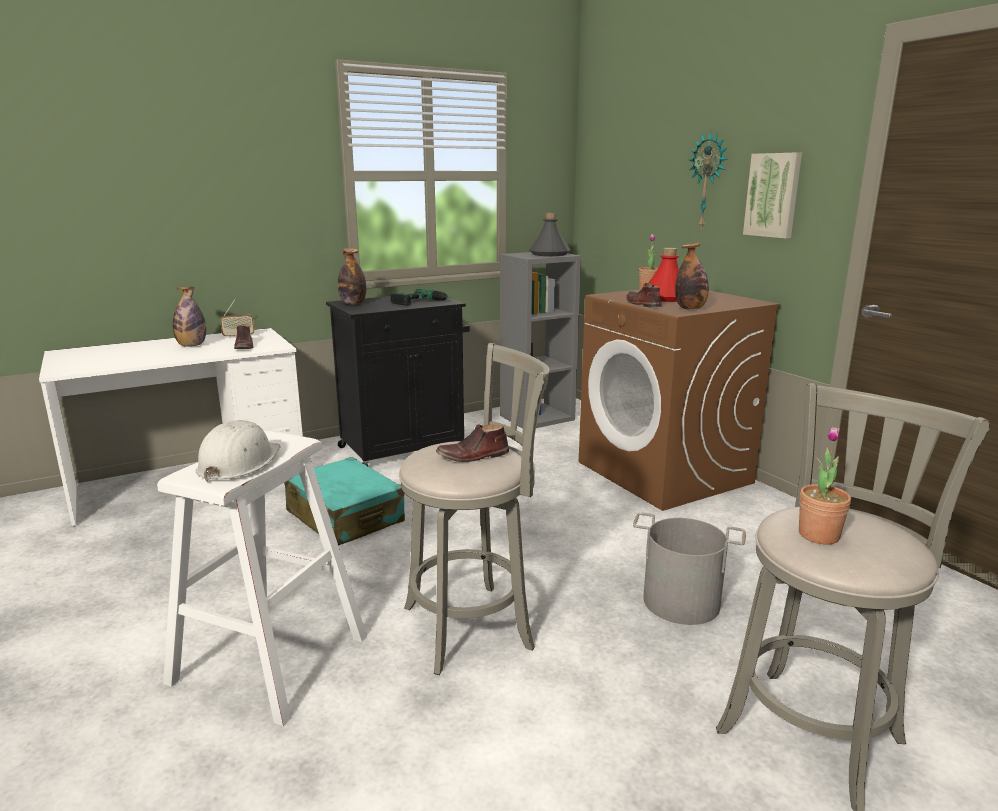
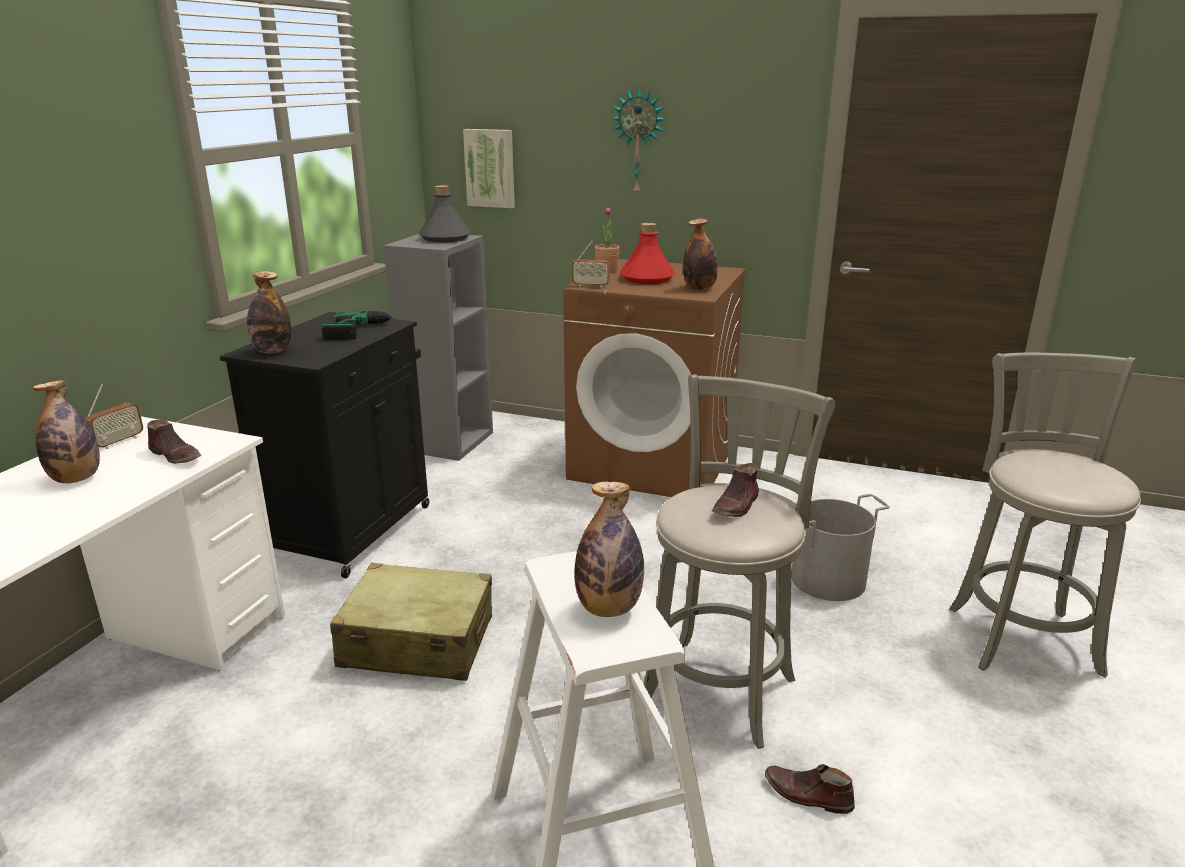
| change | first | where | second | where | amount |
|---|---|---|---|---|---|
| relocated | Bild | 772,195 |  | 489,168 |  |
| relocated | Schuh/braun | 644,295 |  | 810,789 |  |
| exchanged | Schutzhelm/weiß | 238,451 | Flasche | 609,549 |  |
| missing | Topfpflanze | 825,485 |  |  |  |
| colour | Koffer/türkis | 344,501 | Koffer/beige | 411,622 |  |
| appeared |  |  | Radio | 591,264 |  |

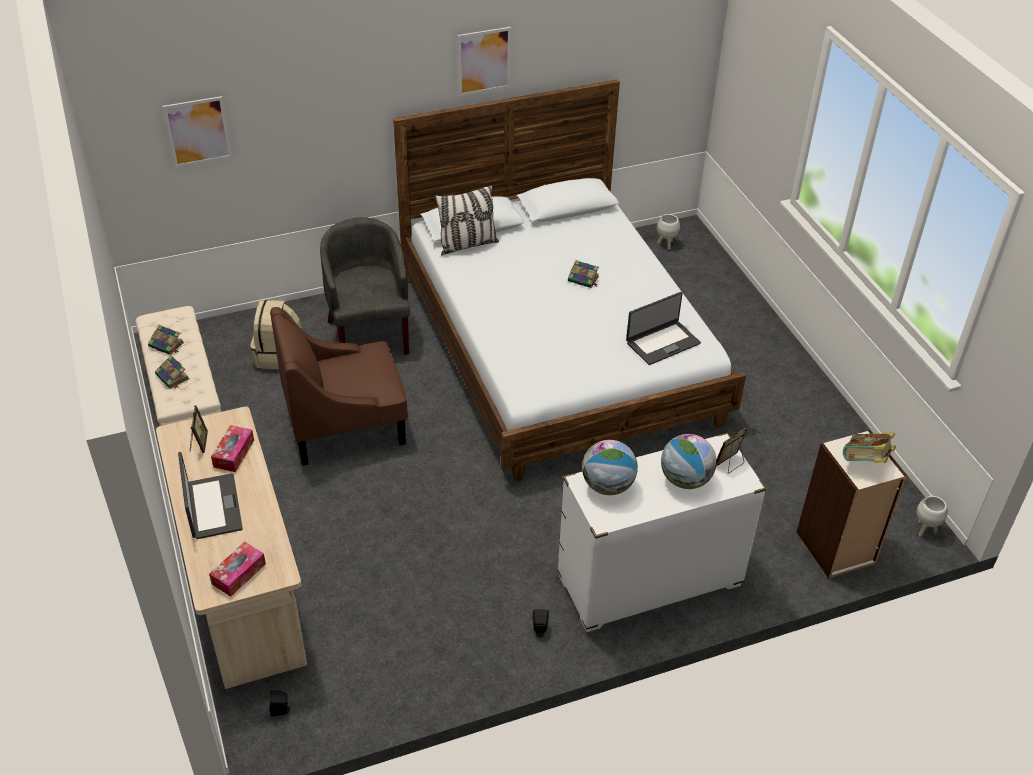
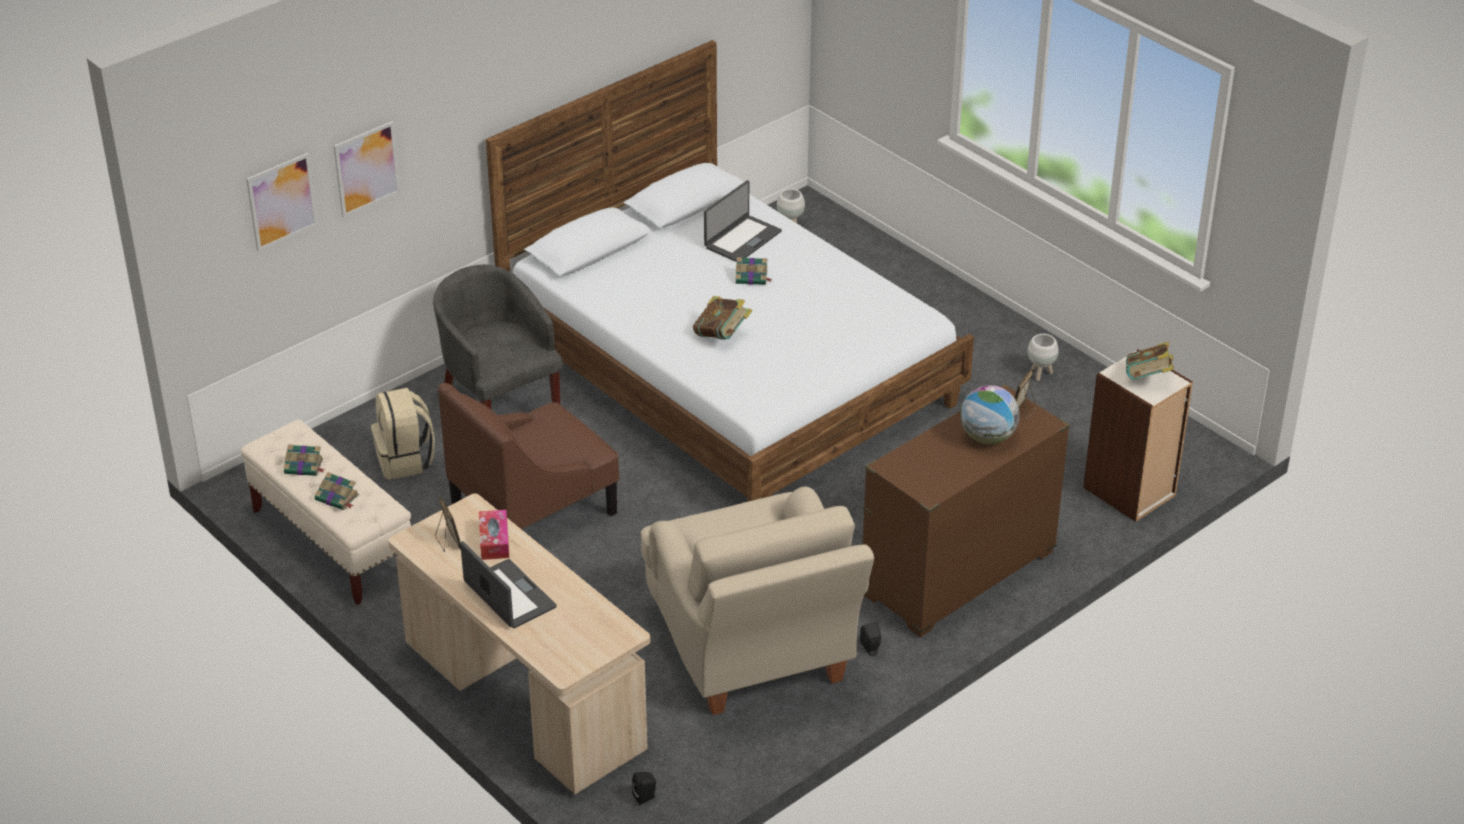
| change | first | where | second | where | amount |
|---|---|---|---|---|---|
| relocated | Bild | 484,61 |  | 367,169 |  |
| missing | Kissen | 467,220 |  |  |  |
| relocated | Laptop | 663,328 |  | 743,221 |  |
| colour | Kommode/weiß | 662,532 | Kommode/braun | 966,510 |  |
| missing | Globus | 610,467 |  |  |  |
| relocated | Pflanzkübel/weiß | 932,516 |  | 1043,357 |  |
| missing | Taschentuchbox | 237,569 |  |  |  |
| appeared |  |  | Buch | 722,318 |  |
| appeared |  |  | Sessel/beige | 757,600 |  |

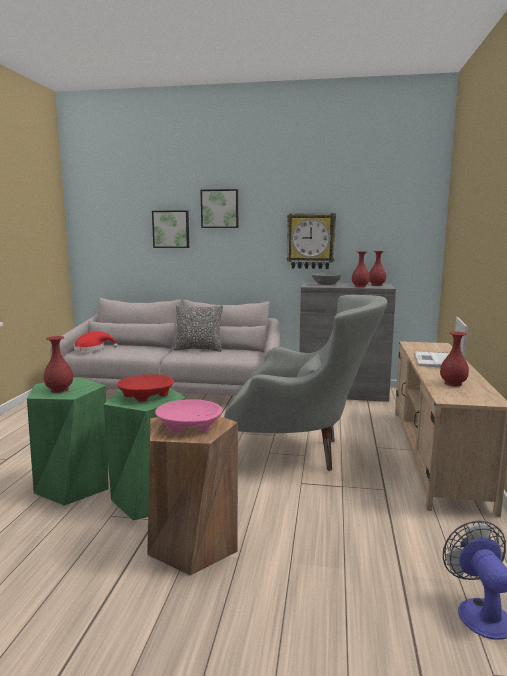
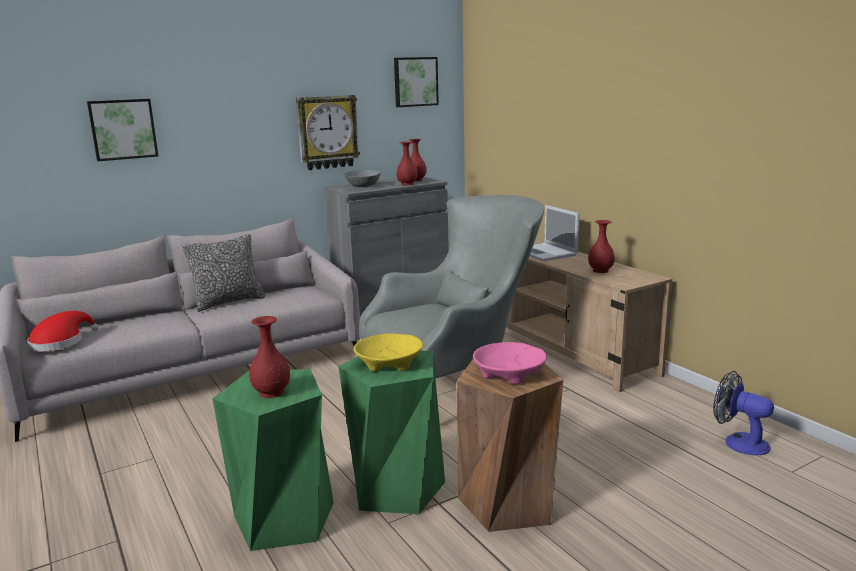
| change | first | where | second | where | amount |
|---|---|---|---|---|---|
| relocated | Bild | 219,208 |  | 416,82 |  |
| colour | Schüssel/rot | 145,388 | Schüssel/gelb | 388,352 |  |

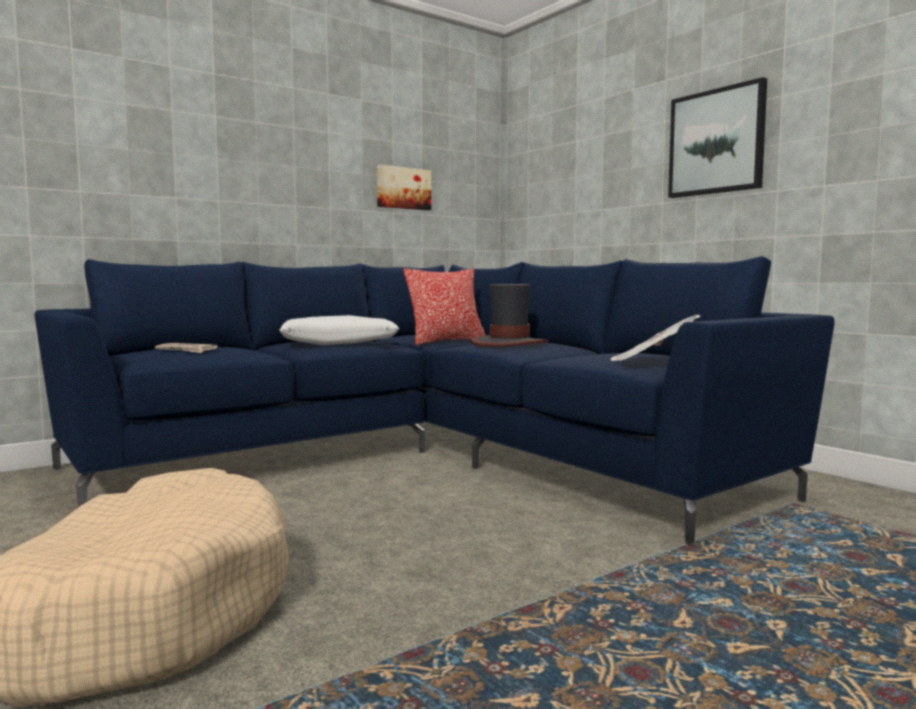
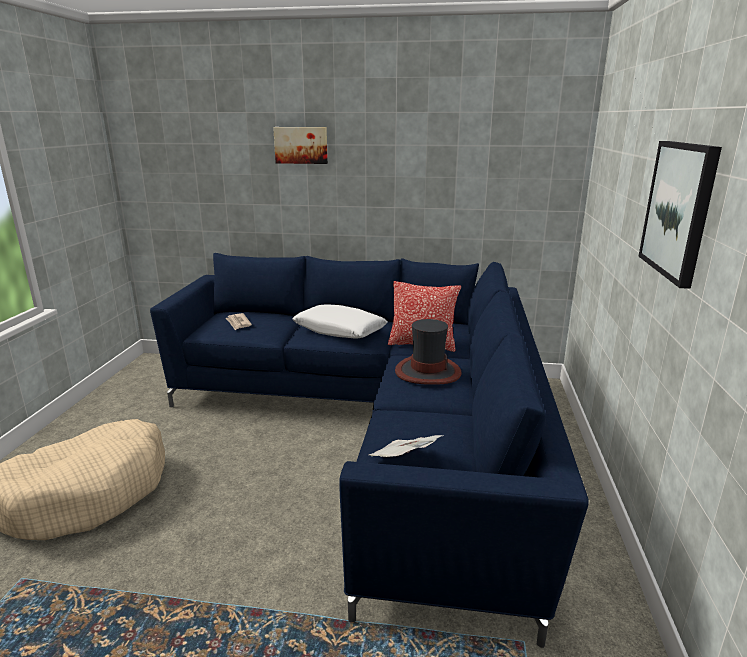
| change | first | where | second | where | amount |
|---|---|---|---|---|---|
| relocated | Bild | 404,187 |  | 300,145 |  |

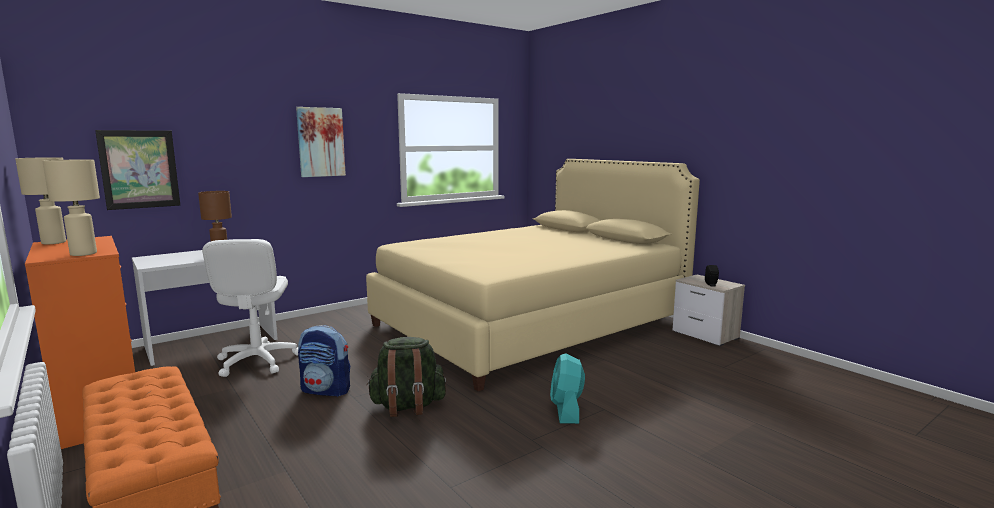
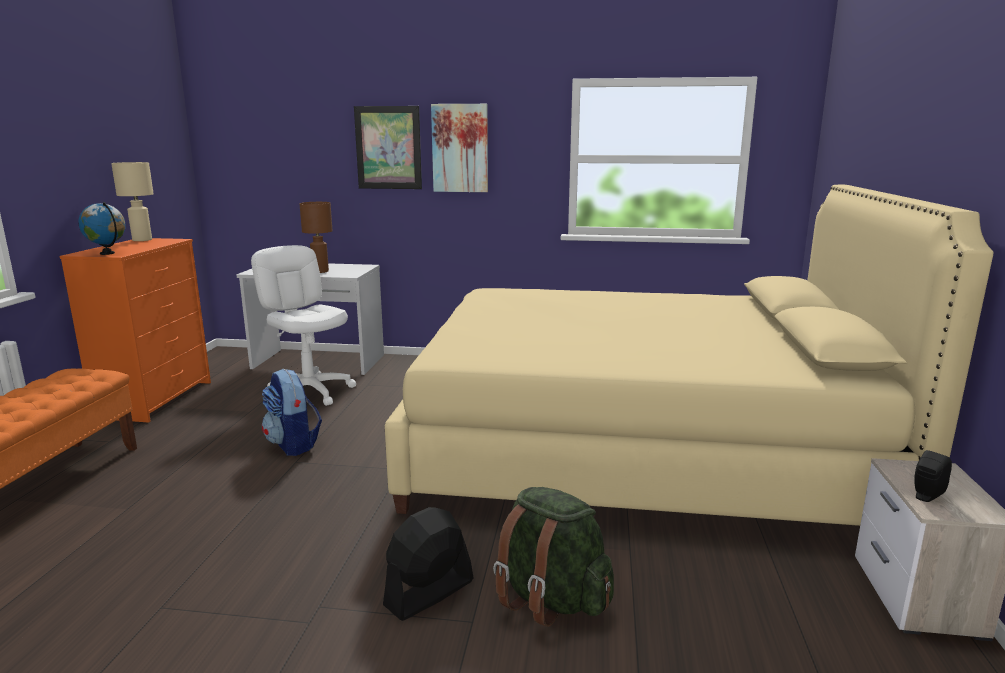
| change | first | where | second | where | amount |
|---|---|---|---|---|---|
| relocated | Bild | 137,170 |  | 388,147 |  |
| exchanged | Tischlampe/beige | 71,207 | Globus | 102,228 |  |
| spun | Bürostuhl/weiß | 250,308 |  | 303,325 | 105 degrees clockwise |
| relocated | Rucksack/grün | 406,377 |  | 553,557 |  |
| colour | Ventilator/türkis | 567,388 | Ventilator/schwarz | 428,564 |  |

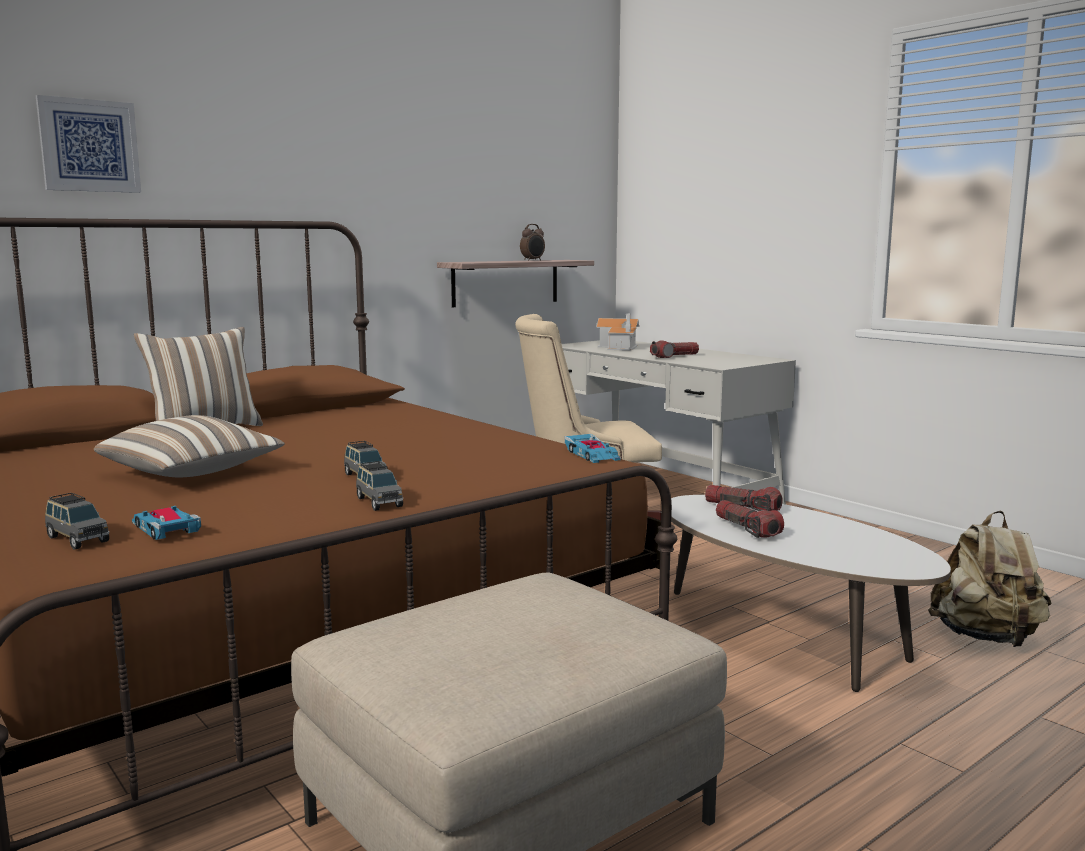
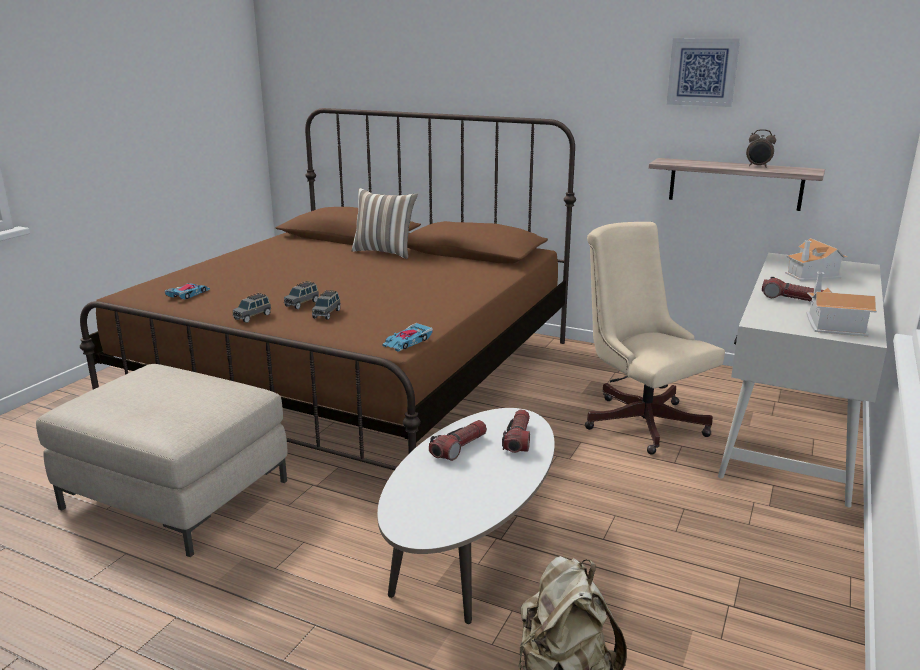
| change | first | where | second | where | amount |
|---|---|---|---|---|---|
| relocated | Bild | 88,144 |  | 703,72 |  |
| missing | Kissen | 189,446 |  |  |  |
| relocated | Spielzeugauto/grau | 77,521 |  | 326,305 |  |
| appeared |  |  | Spielzeughaus | 841,304 |  |

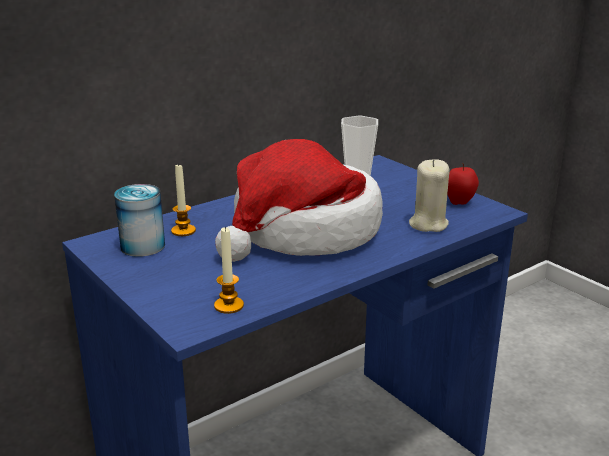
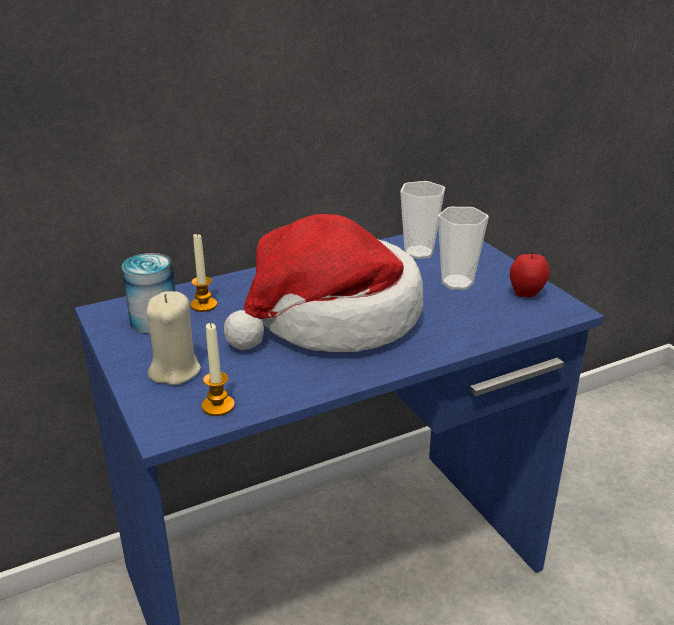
| change | first | where | second | where | amount |
|---|---|---|---|---|---|
| relocated | Kerze/beige | 429,195 |  | 173,338 |  |
| appeared |  |  | Tasse | 463,248 |  |

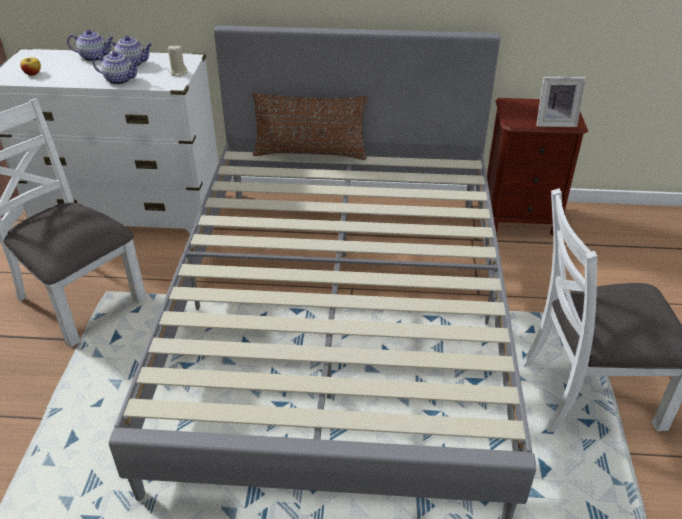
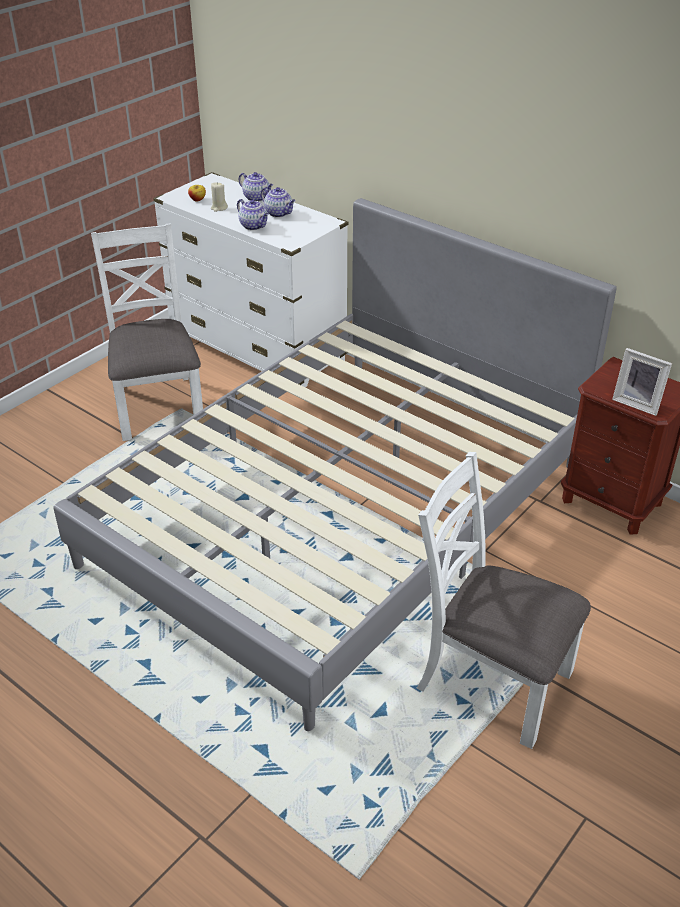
| change | first | where | second | where | amount |
|---|---|---|---|---|---|
| relocated | Kerze/beige | 177,60 |  | 219,197 |  |
| missing | Kissen/braun | 310,126 |  |  |  |

